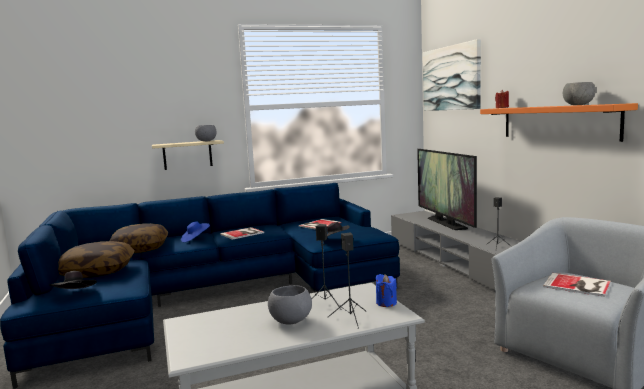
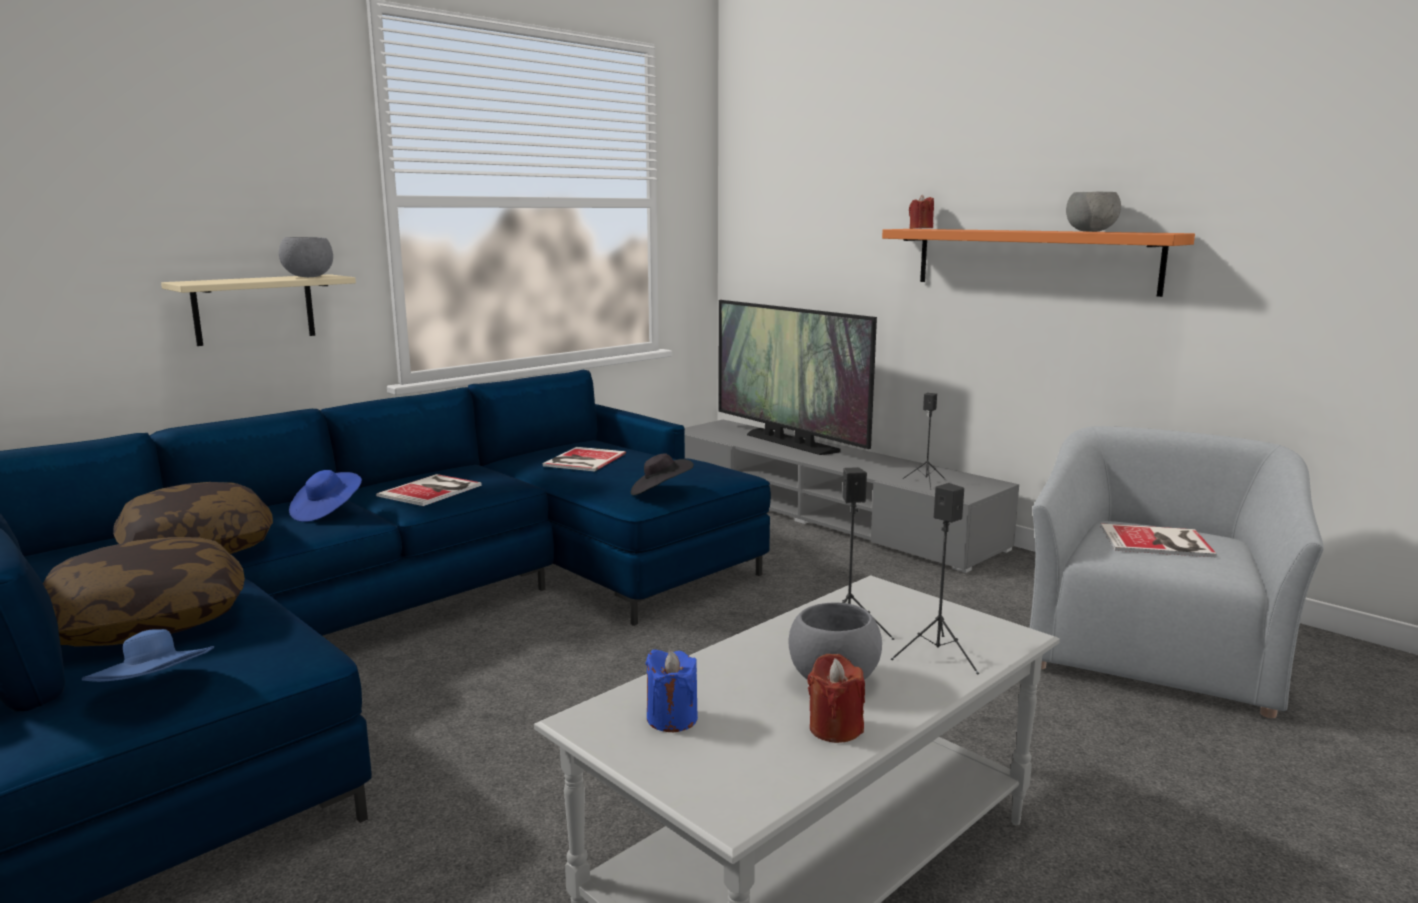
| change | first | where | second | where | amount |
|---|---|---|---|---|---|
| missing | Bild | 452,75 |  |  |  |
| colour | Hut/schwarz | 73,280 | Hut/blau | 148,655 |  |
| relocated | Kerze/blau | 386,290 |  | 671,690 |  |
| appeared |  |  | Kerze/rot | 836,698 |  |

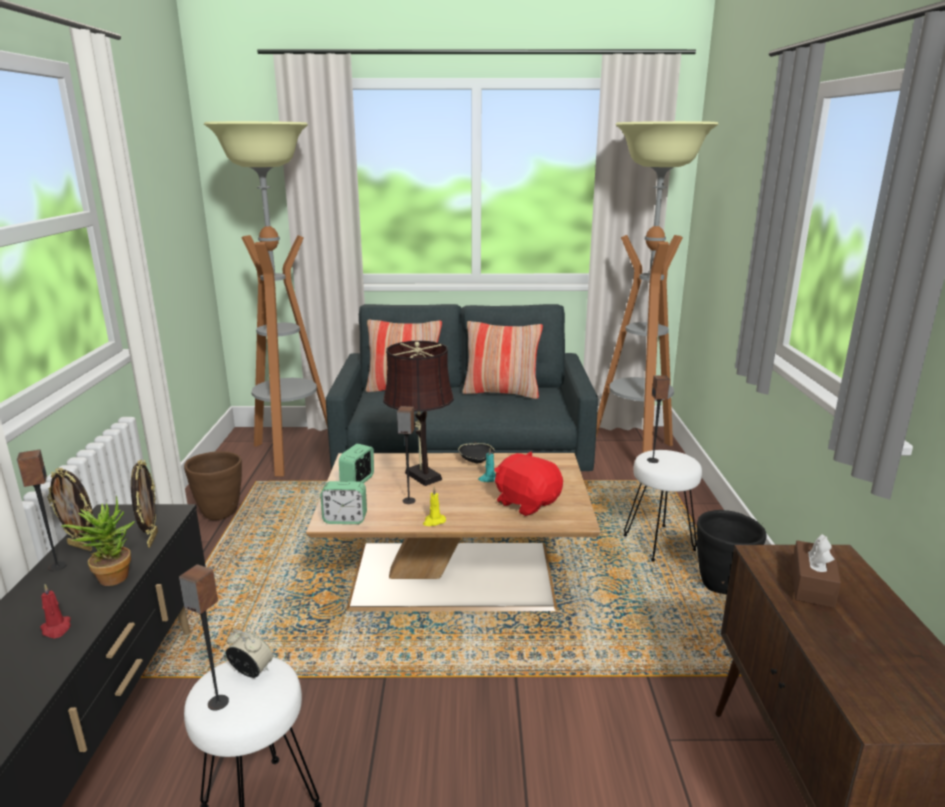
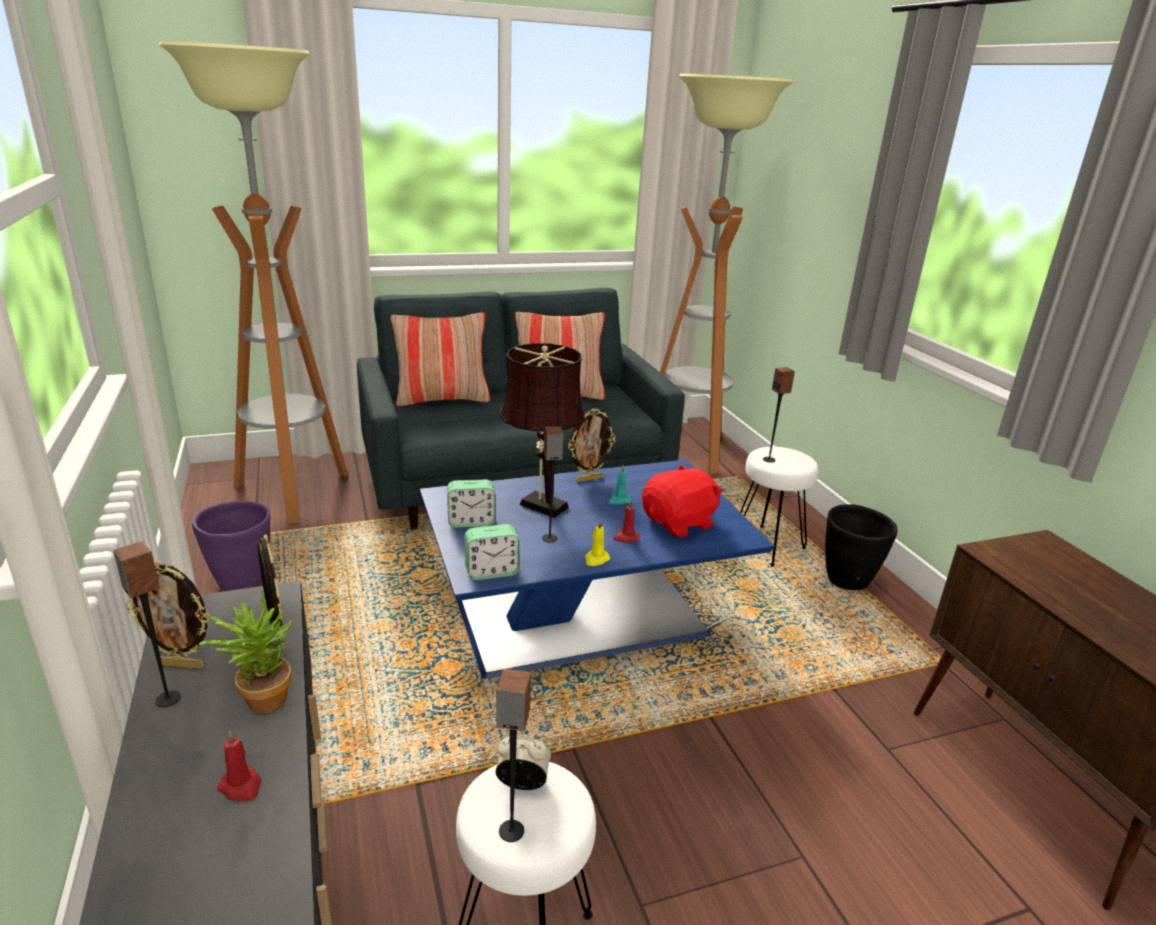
| change | first | where | second | where | amount |
|---|---|---|---|---|---|
| exchanged | Schüssel/schwarz | 476,452 | Bilderrahmen | 592,445 |  |
| spun | Wecker | 356,464 |  | 471,503 | 105 degrees counterclockwise |
| colour | Pflanzkübel/braun | 213,485 | Pflanzkübel/lila | 231,546 |  |
| spun | Plüschtier/rot | 528,483 |  | 682,501 | 120 degrees clockwise |
| colour | Couchtisch/braun | 453,532 | Couchtisch/blau | 597,569 |  |
| missing | Taschentuchbox/braun | 816,571 |  |  |  |
| appeared |  |  | Kerze/rot | 626,521 |  |

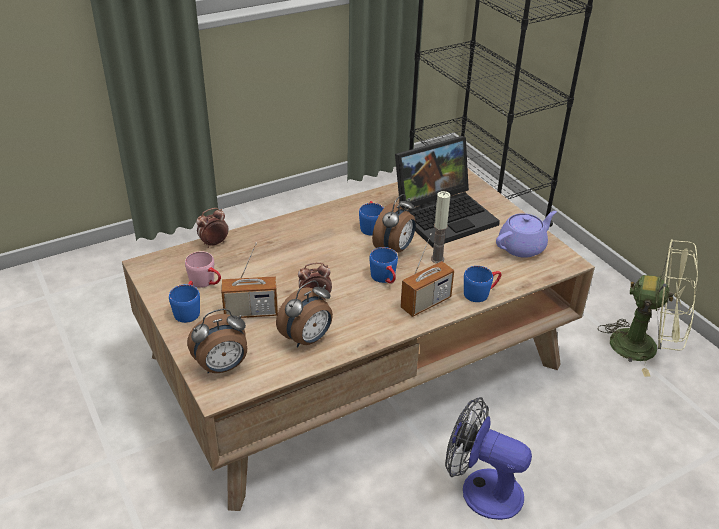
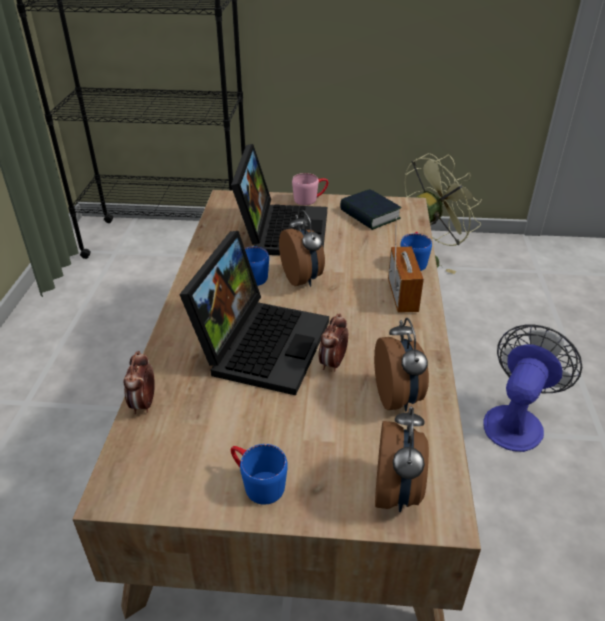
| change | first | where | second | where | amount |
|---|---|---|---|---|---|
| missing | Kerze | 440,227 |  |  |  |
| exchanged | Teekanne/lila | 526,234 | Buch | 371,209 |  |
| missing | Radio | 249,280 |  |  |  |
| missing | Henkelbecher/blau | 383,265 |  |  |  |
| relocated | Henkelbecher/rosa | 203,269 |  | 310,189 |  |
| spun | Ventilator | 488,458 |  | 532,388 | 150 degrees clockwise |
| appeared |  |  | Laptop | 254,313 |  |

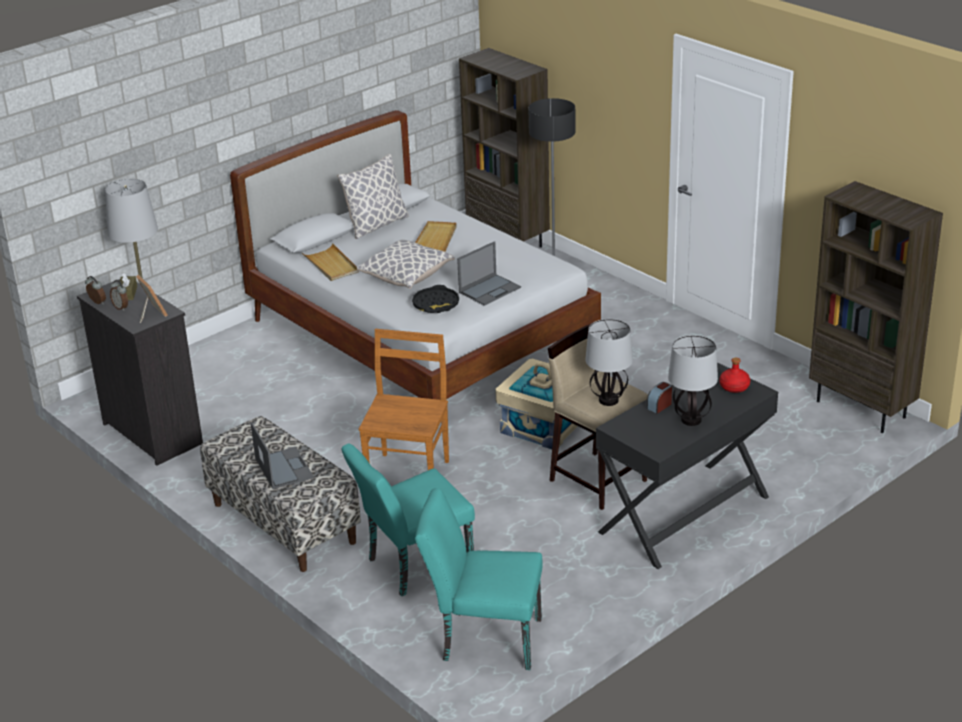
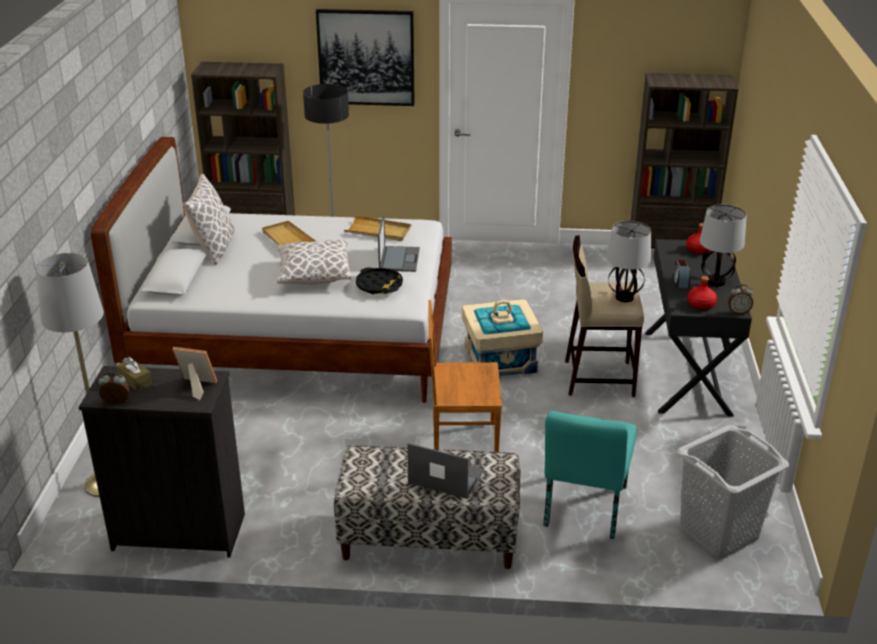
| change | first | where | second | where | amount |
|---|---|---|---|---|---|
| relocated | Tablett/beige | 330,262 |  | 377,228 |  |
| relocated | Wecker | 119,295 |  | 740,299 |  |
| spun | Stuhl/braun | 404,399 |  | 465,376 | 60 degrees counterclockwise |
| exchanged | Stuhl/türkis | 478,579 | Wäschekorb/grau | 733,491 |  |
| appeared |  |  | Bild | 365,57 |  |
| appeared |  |  | Flasche/rot | 702,292 |  |

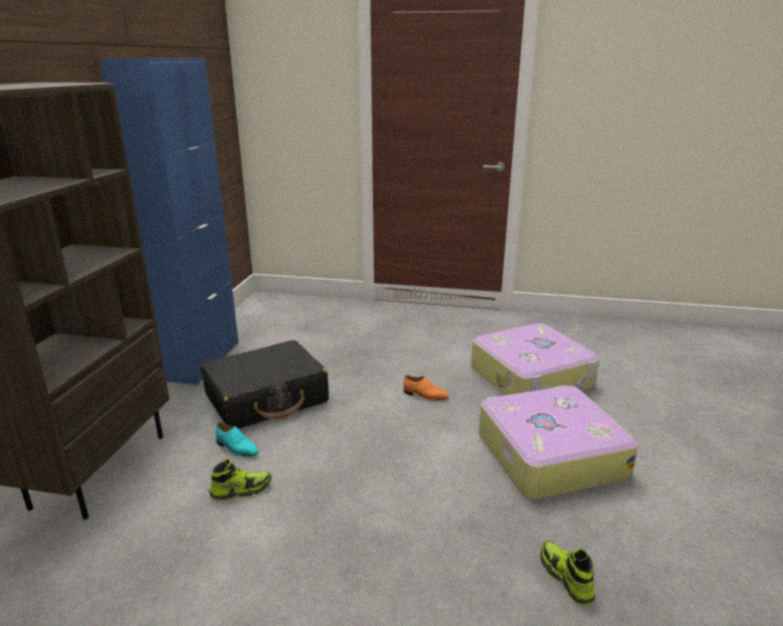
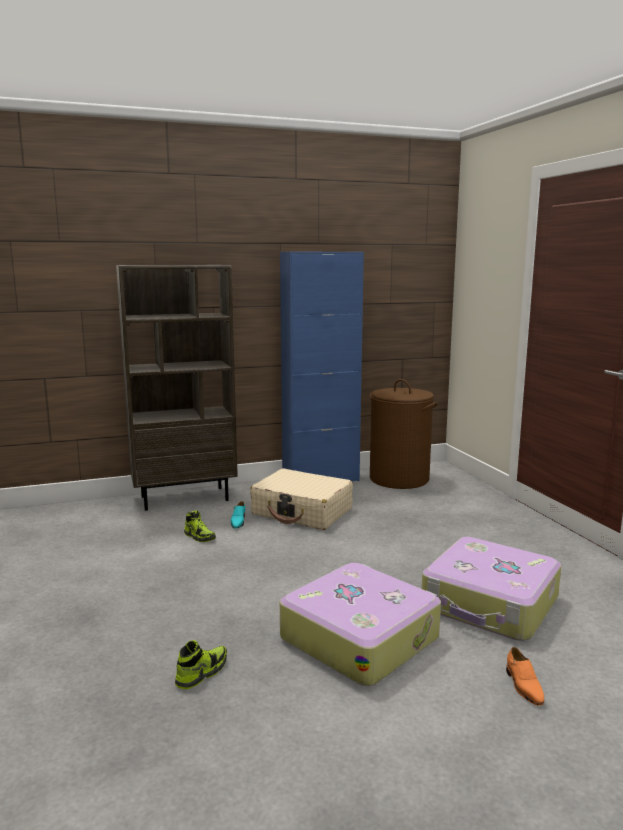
| change | first | where | second | where | amount |
|---|---|---|---|---|---|
| colour | Koffer/schwarz | 265,384 | Koffer/beige | 301,499 |  |
| relocated | Schuh/orange | 426,388 |  | 525,676 |  |
| appeared |  |  | Wäschekorb/braun | 403,434 |  |

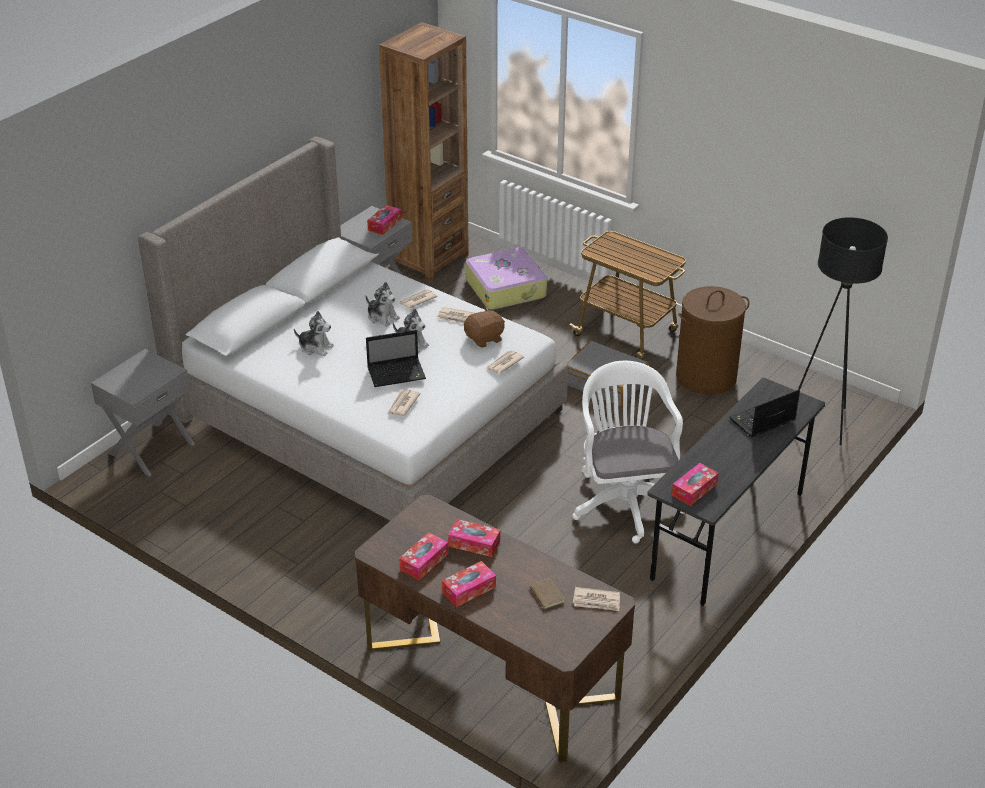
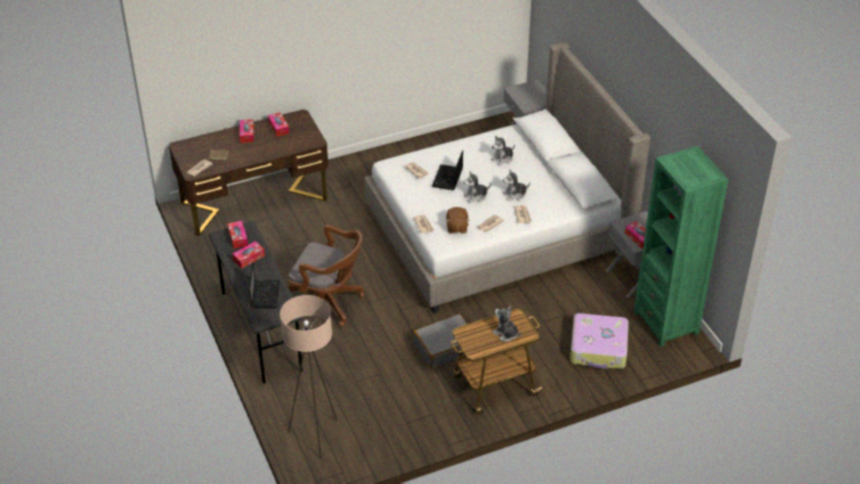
| change | first | where | second | where | amount |
|---|---|---|---|---|---|
| colour | Bücherregal/braun | 424,152 | Bücherregal/grün | 681,246 |  |
| colour | Stehlampe/schwarz | 843,331 | Stehlampe/beige | 308,377 |  |
| missing | Wäschekorb/braun | 712,340 |  |  |  |
| colour | Bürostuhl/weiß | 628,452 | Bürostuhl/braun | 326,276 |  |
| relocated | Taschentuchbox | 474,538 |  | 248,254 |  |
| appeared |  |  | Plüschtier | 506,324 |  |

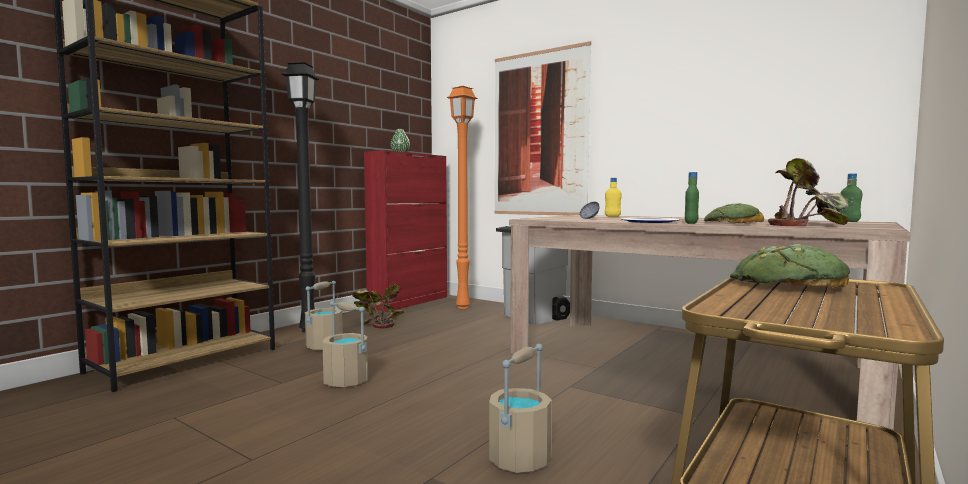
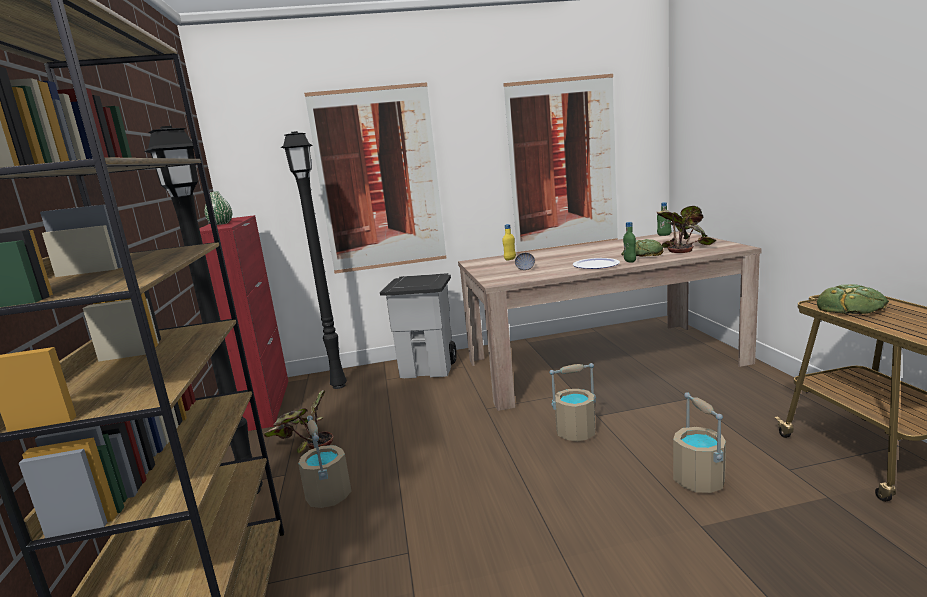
| change | first | where | second | where | amount |
|---|---|---|---|---|---|
| colour | Stehlampe/orange | 462,197 | Stehlampe/schwarz | 314,260 |  |
| relocated | Eimer/beige | 345,344 |  | 572,402 |  |
| appeared |  |  | Bild | 560,163 |  |

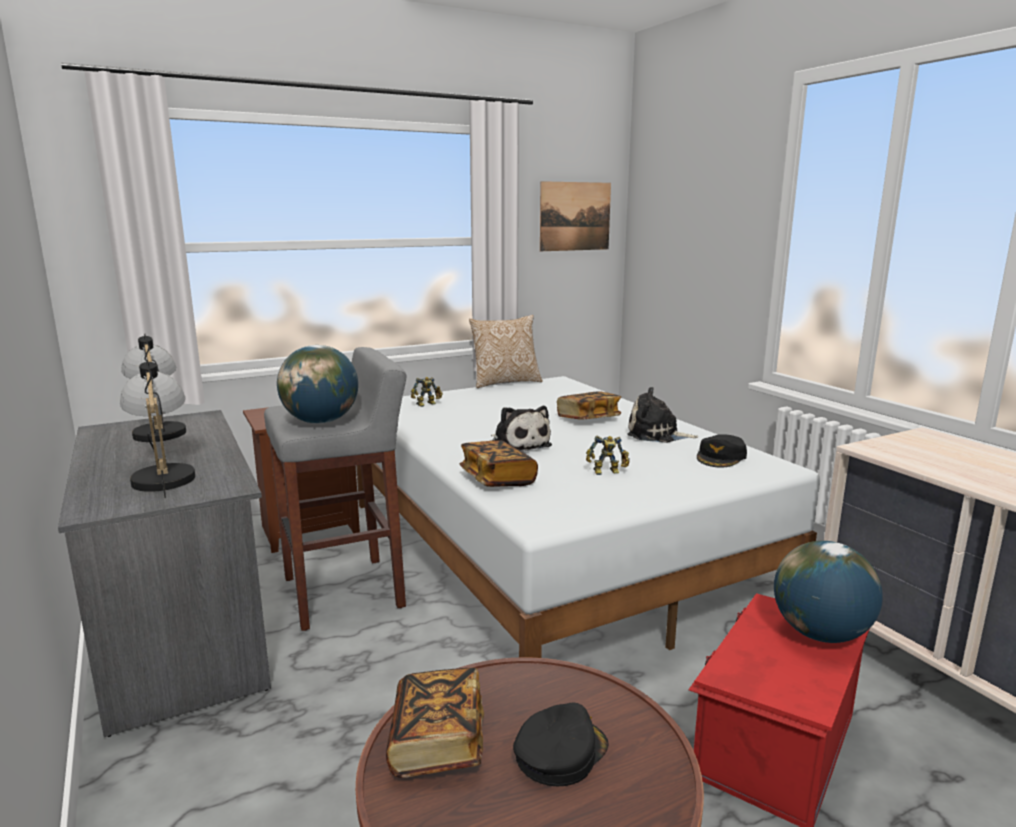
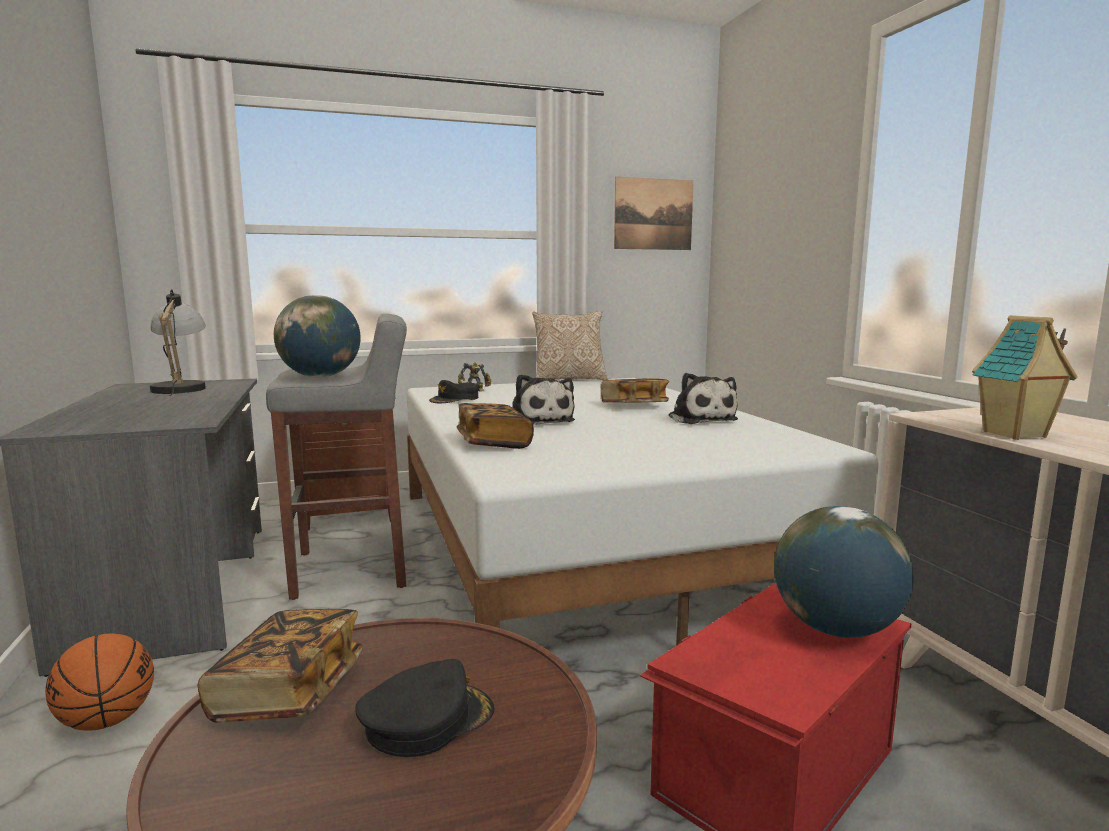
| change | first | where | second | where | amount |
|---|---|---|---|---|---|
| missing | Tischlampe | 157,428 |  |  |  |
| spun | Plüschtier | 663,415 |  | 703,398 | 135 degrees counterclockwise |
| relocated | Kappe/schwarz | 722,451 |  | 454,391 |  |
| missing | Spielzeugroboter | 608,455 |  |  |  |
| appeared |  |  | Spielzeughaus | 1024,377 |  |
| appeared |  |  | Basketball | 99,682 |  |

